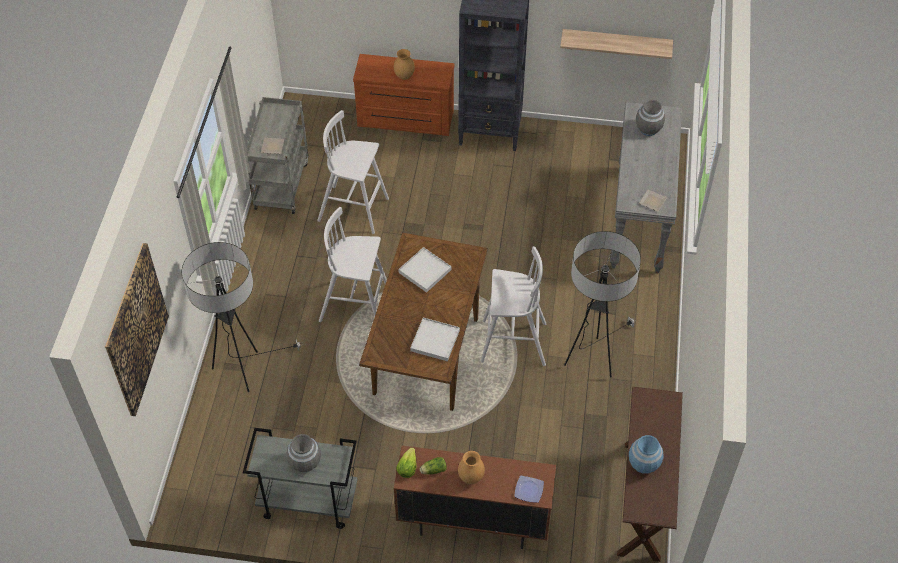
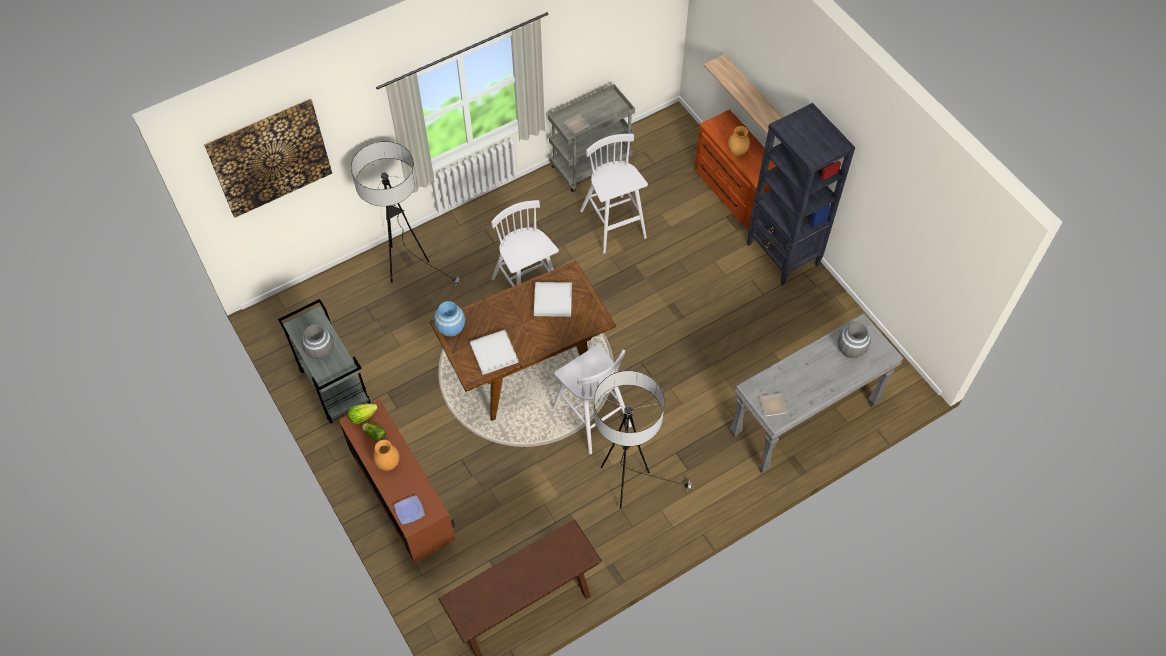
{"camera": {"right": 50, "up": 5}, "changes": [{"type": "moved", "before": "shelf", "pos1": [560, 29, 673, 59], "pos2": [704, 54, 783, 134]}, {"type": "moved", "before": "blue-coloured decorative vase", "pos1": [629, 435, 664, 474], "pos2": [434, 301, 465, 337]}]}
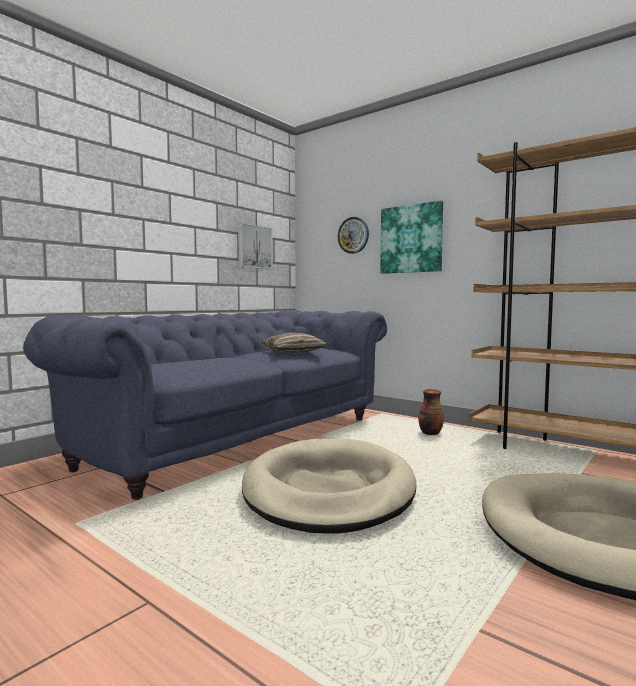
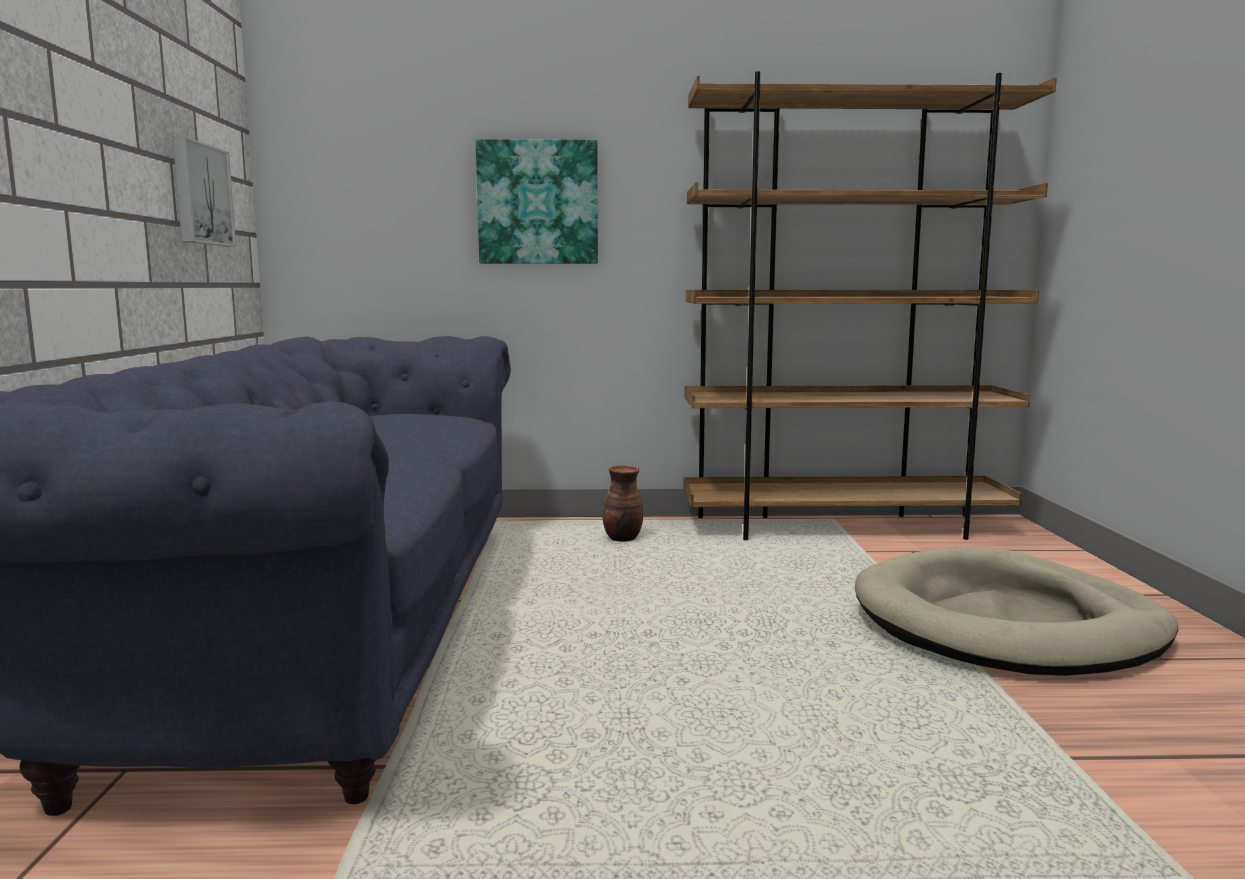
{"camera": {"right": -40, "up": 5}, "changes": [{"type": "removed", "before": "wall clock", "pos1": [338, 217, 369, 254]}, {"type": "removed", "before": "throw pillow", "pos1": [261, 332, 327, 353]}, {"type": "removed", "before": "beige dog bed", "pos1": [242, 439, 417, 534]}]}
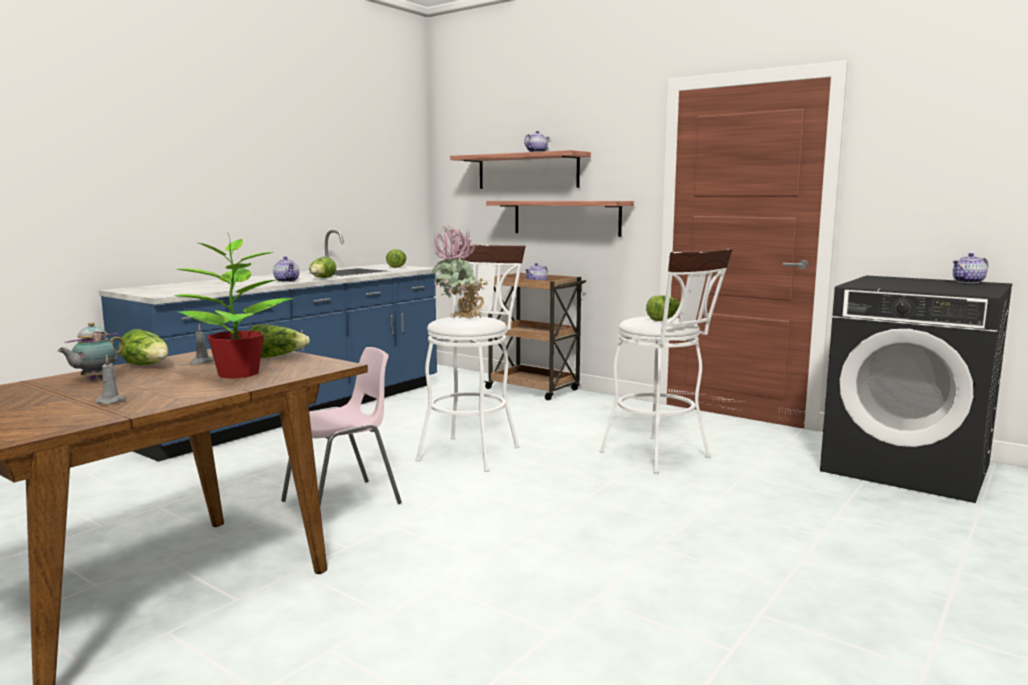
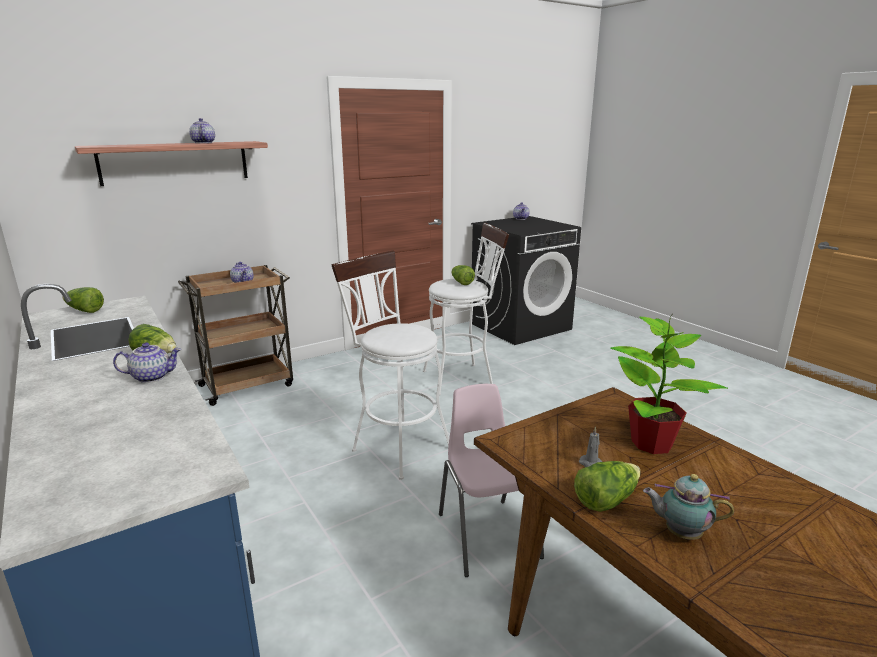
{"camera": {"right": -70, "up": 10}, "changes": [{"type": "removed", "before": "shelf", "pos1": [486, 201, 634, 237]}, {"type": "removed", "before": "plant in a pot", "pos1": [431, 226, 489, 319]}, {"type": "turned", "before": "teapot", "pos1": [57, 322, 125, 380], "pos2": [643, 474, 734, 540], "turn": 150}, {"type": "removed", "before": "lettuce", "pos1": [250, 324, 310, 358]}, {"type": "removed", "before": "grey wax light", "pos1": [96, 355, 126, 404]}]}
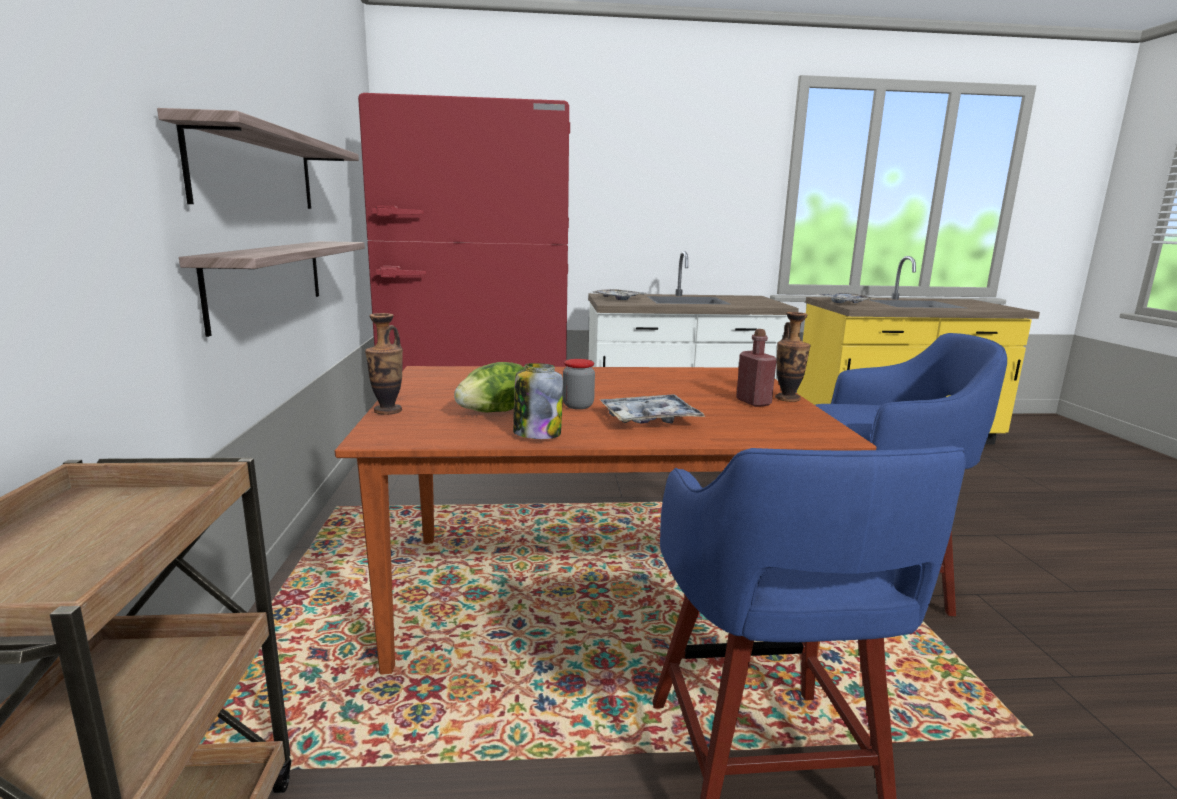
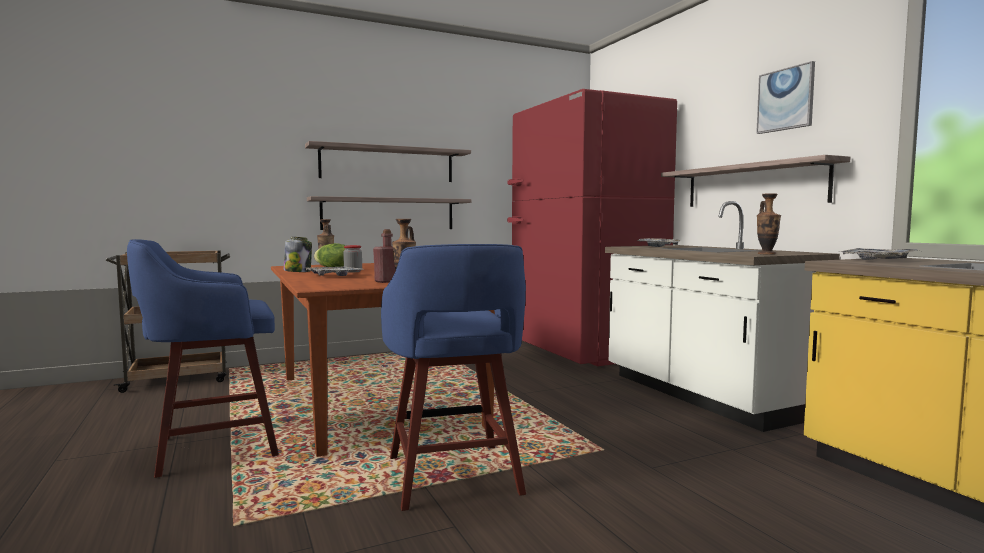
{"camera": {"right": 70, "up": -10}, "changes": [{"type": "added", "after": "picture", "pos2": [756, 61, 815, 134]}, {"type": "added", "after": "shelf", "pos2": [661, 155, 851, 207]}, {"type": "added", "after": "decorative vase", "pos2": [757, 193, 781, 255]}]}
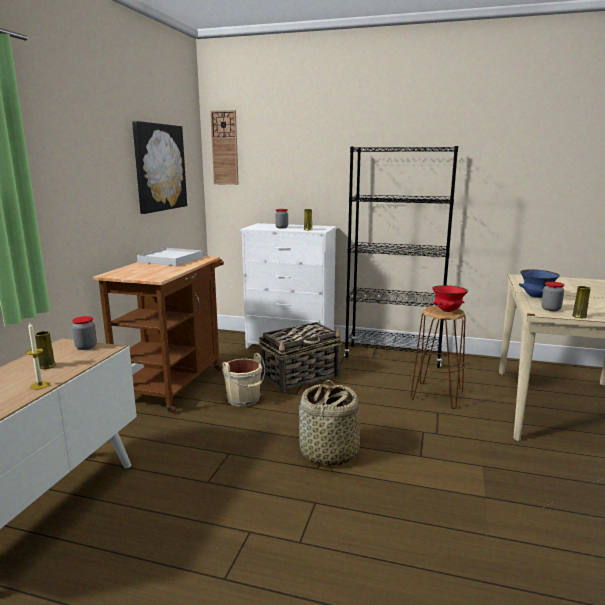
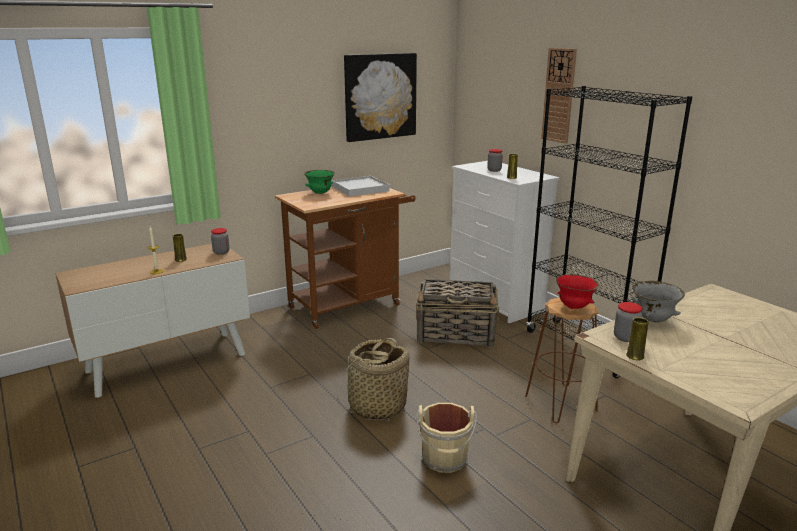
{"camera": {"right": 40, "up": 5}, "changes": [{"type": "moved", "before": "wall clock", "pos1": [210, 110, 238, 185], "pos2": [541, 48, 577, 144]}, {"type": "recoloured", "before": "blue-coloured bowl", "after": "grey bowl", "pos1": [519, 269, 560, 298], "pos2": [632, 281, 685, 322]}, {"type": "moved", "before": "beige water bucket", "pos1": [222, 353, 265, 407], "pos2": [416, 403, 477, 473]}, {"type": "added", "after": "greenish bowl", "pos2": [304, 170, 335, 194]}]}
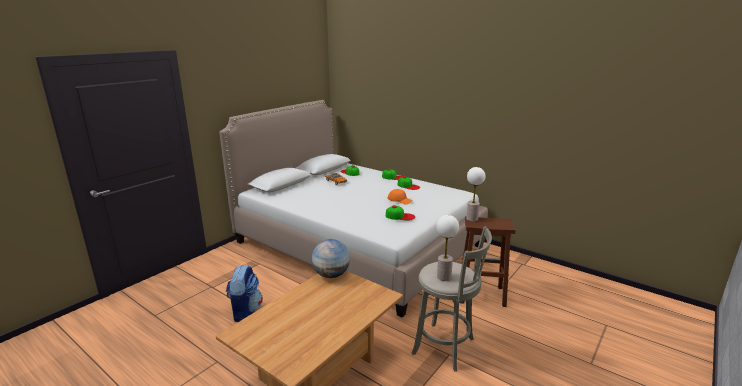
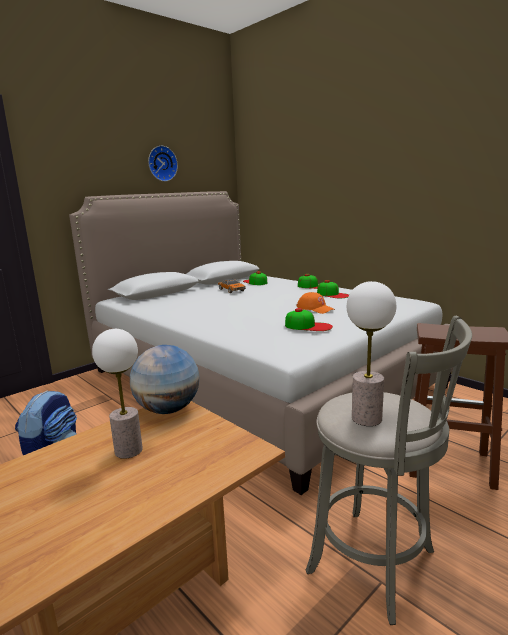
{"camera": {"right": 10, "up": -5}, "changes": [{"type": "moved", "before": "tabletop lamp", "pos1": [466, 167, 485, 222], "pos2": [92, 329, 143, 459]}, {"type": "added", "after": "wall clock", "pos2": [148, 146, 178, 181]}]}
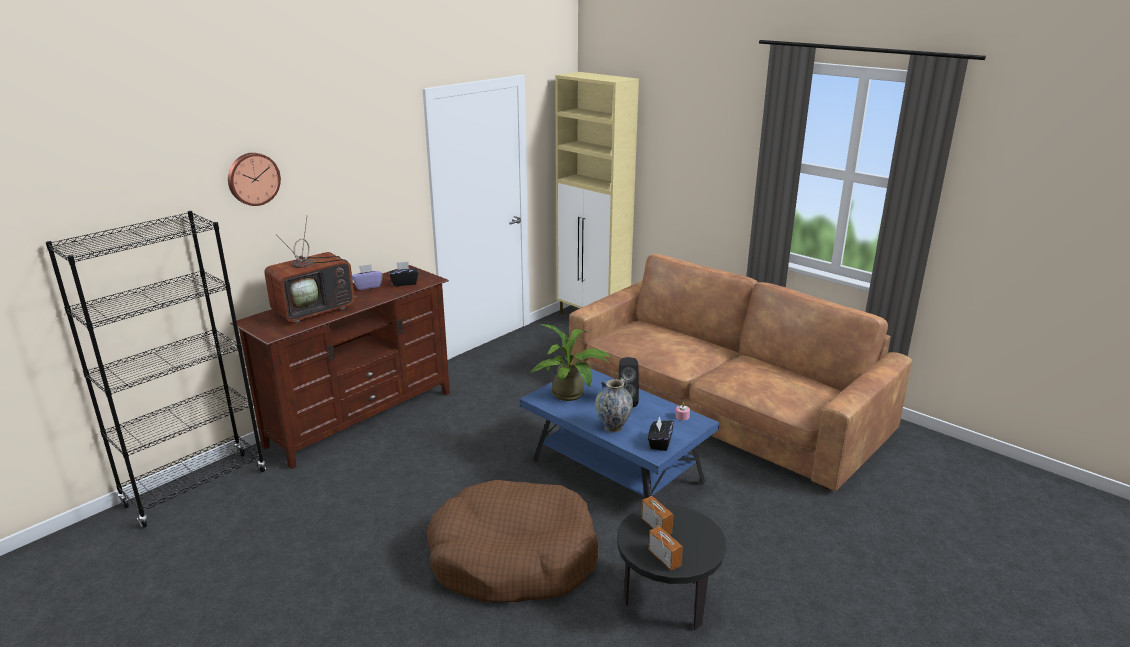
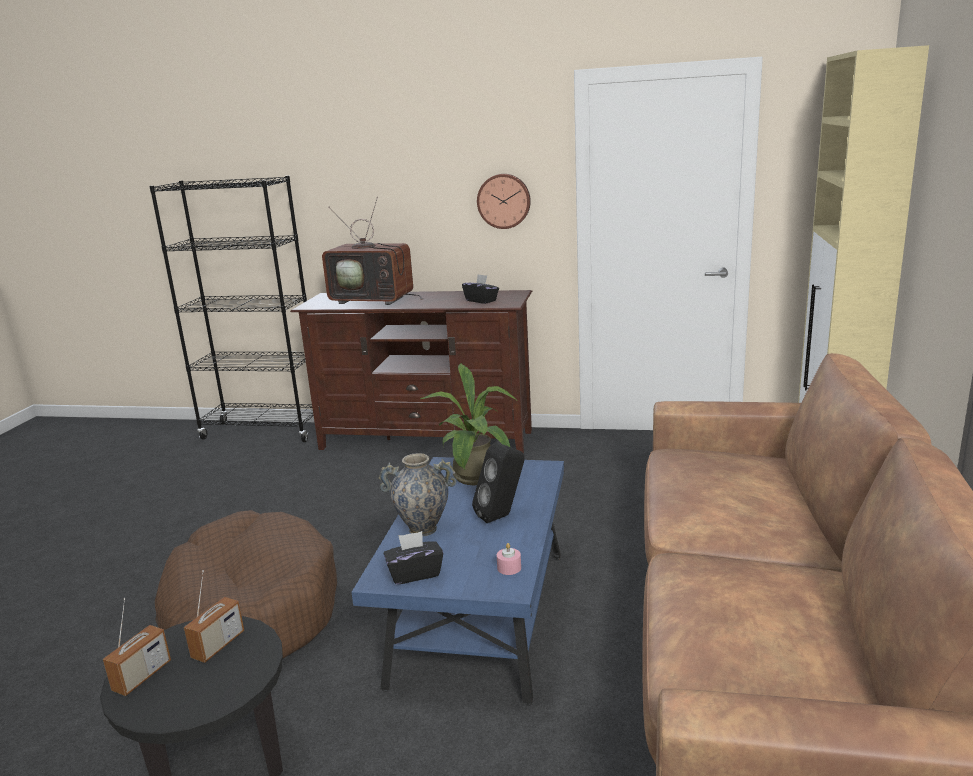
{"camera": {"right": 60, "up": -5}, "changes": [{"type": "moved", "before": "wall clock", "pos1": [228, 153, 281, 206], "pos2": [477, 174, 531, 229]}, {"type": "removed", "before": "purple-coloured box of tissues", "pos1": [352, 264, 383, 290]}]}
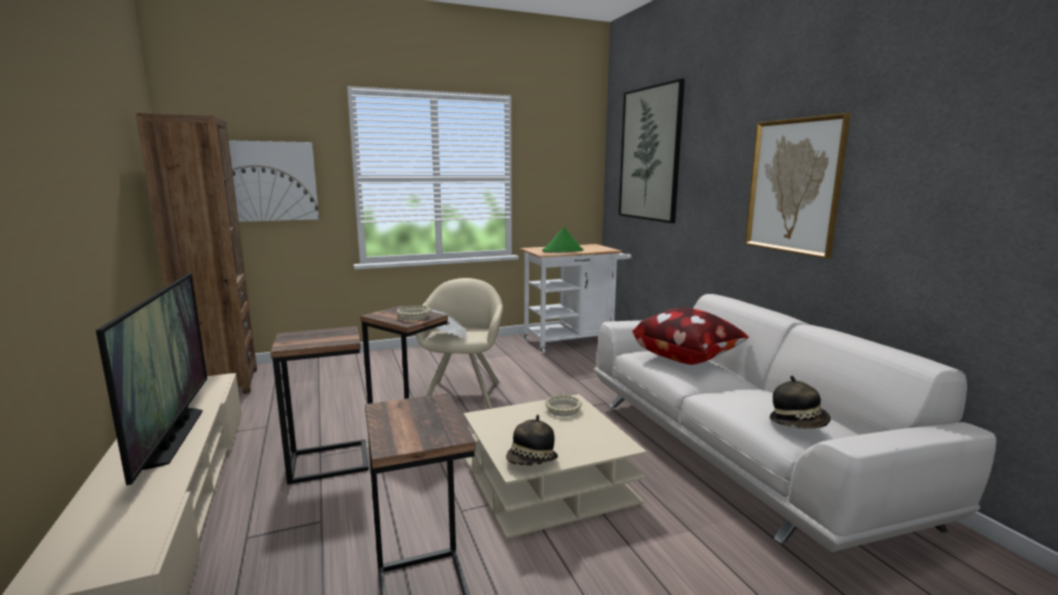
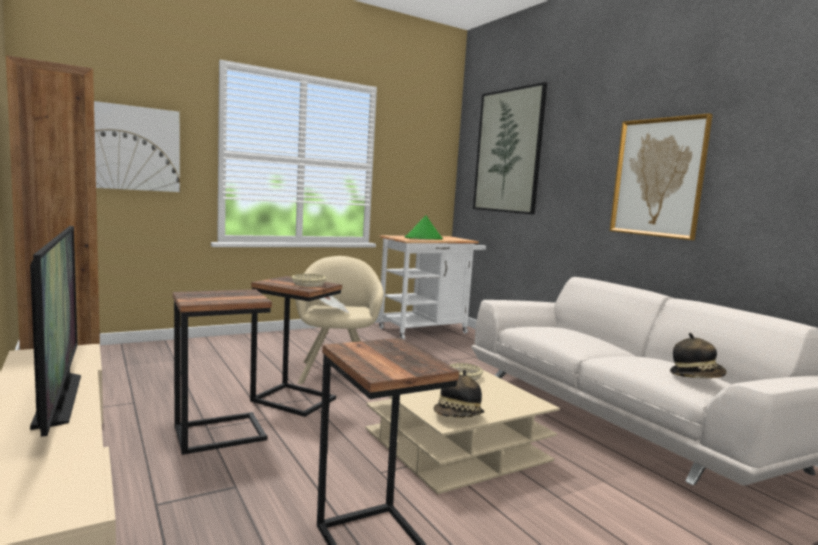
{"camera": {"right": -10, "up": -5}, "changes": [{"type": "removed", "before": "throw pillow", "pos1": [632, 308, 749, 365]}]}
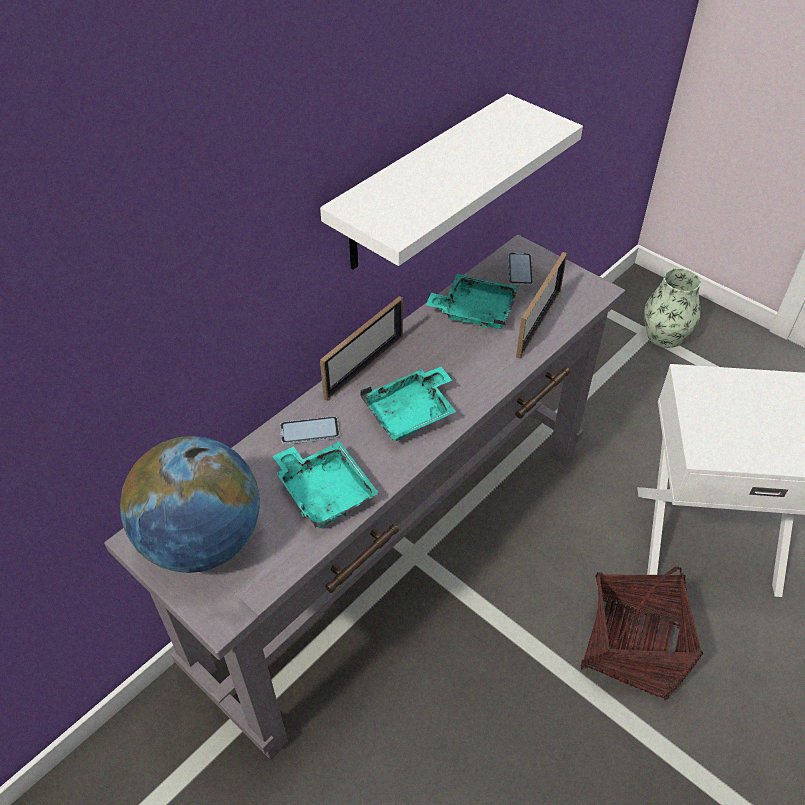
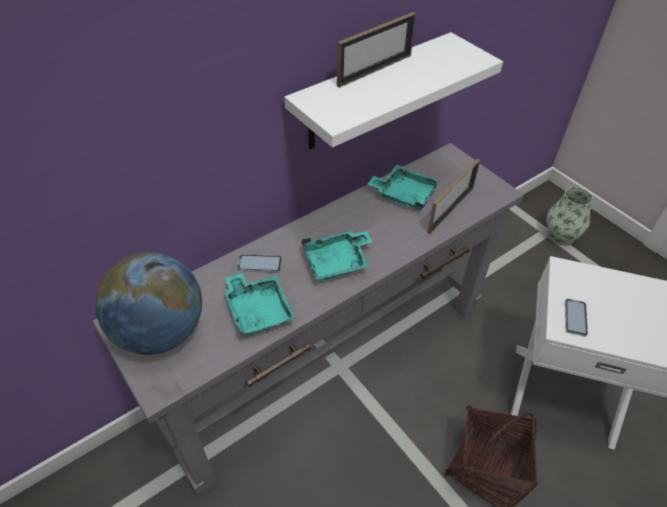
{"camera": {"right": 10, "up": 0}, "changes": [{"type": "moved", "before": "phone", "pos1": [508, 253, 533, 286], "pos2": [565, 299, 588, 336]}, {"type": "moved", "before": "picture frame", "pos1": [320, 296, 403, 401], "pos2": [337, 12, 416, 88]}]}
